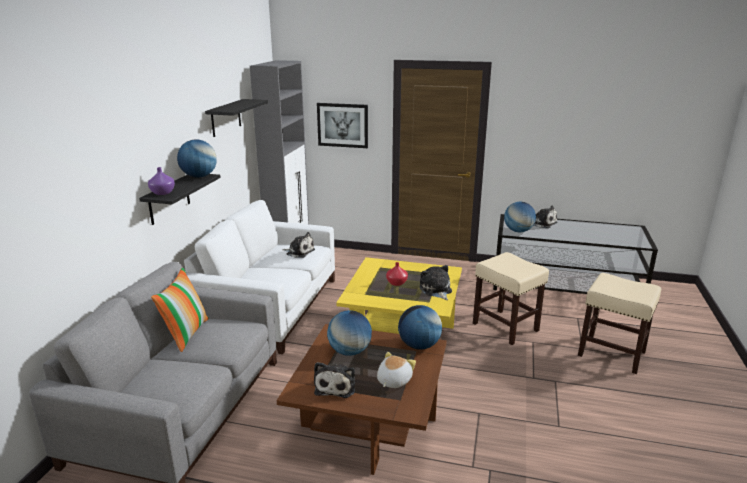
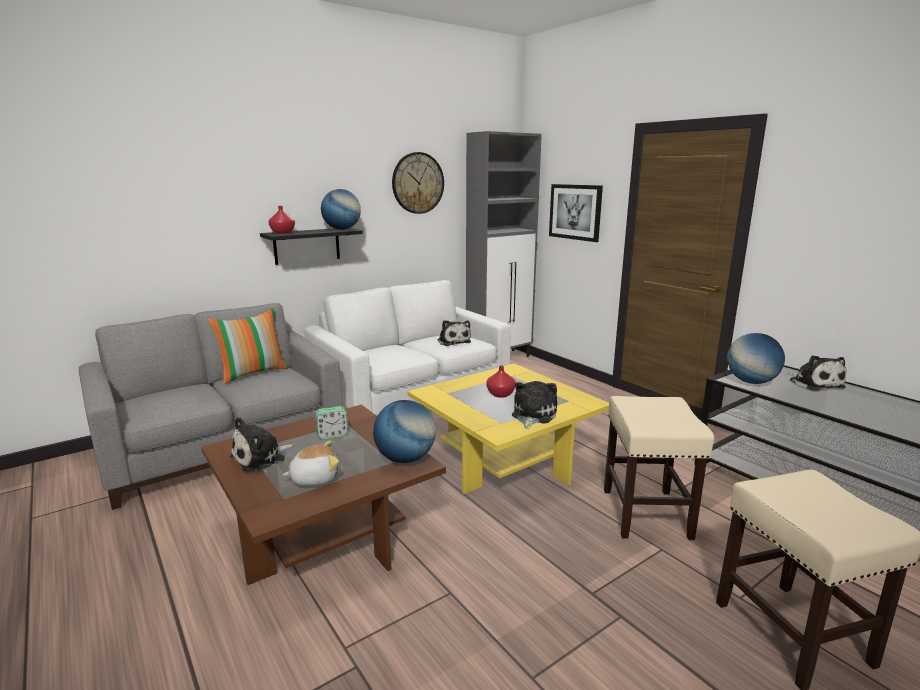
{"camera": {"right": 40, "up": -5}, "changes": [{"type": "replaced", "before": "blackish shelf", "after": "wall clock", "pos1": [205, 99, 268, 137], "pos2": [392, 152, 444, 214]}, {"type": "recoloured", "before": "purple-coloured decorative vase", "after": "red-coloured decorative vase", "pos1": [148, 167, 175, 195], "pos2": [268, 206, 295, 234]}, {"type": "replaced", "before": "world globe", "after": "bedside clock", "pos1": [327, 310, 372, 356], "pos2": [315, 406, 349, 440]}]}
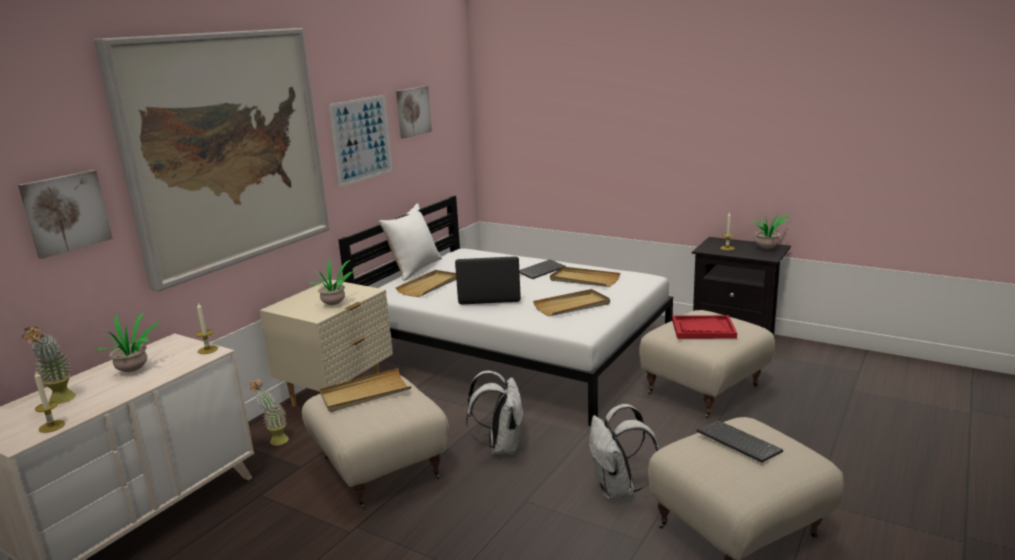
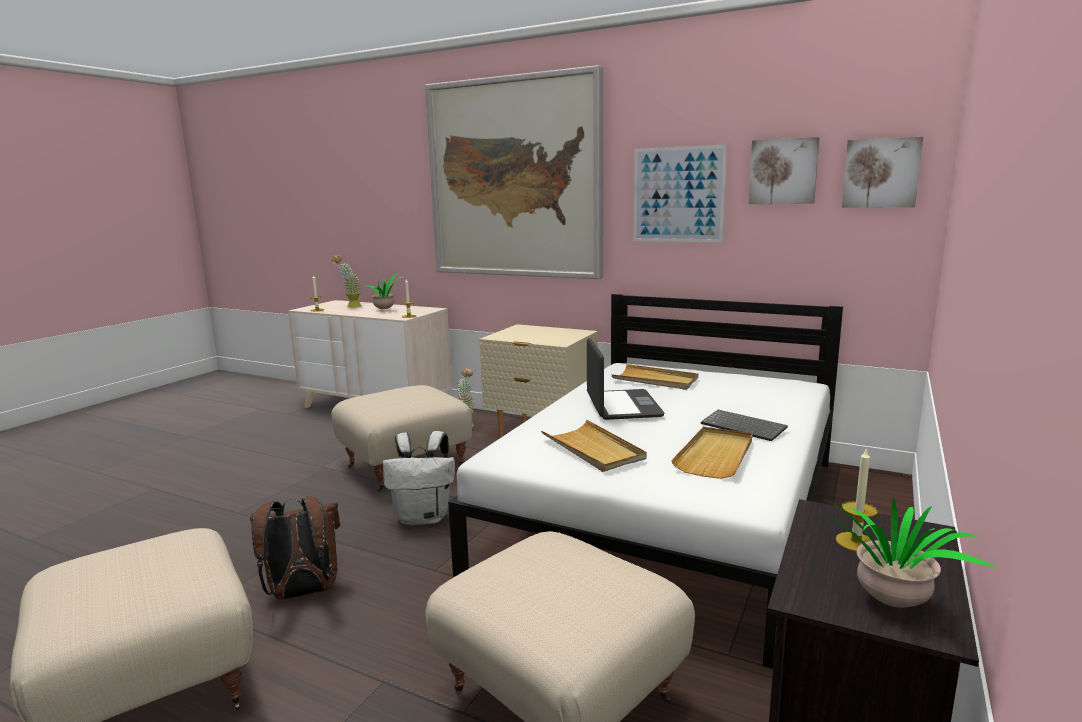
{"camera": {"right": 85, "up": -5}, "changes": [{"type": "moved", "before": "picture", "pos1": [18, 170, 113, 259], "pos2": [842, 137, 923, 208]}, {"type": "removed", "before": "white-coloured throw pillow", "pos1": [379, 203, 442, 281]}, {"type": "removed", "before": "plant in a pot", "pos1": [308, 258, 359, 305]}, {"type": "removed", "before": "red-coloured carrying tray", "pos1": [672, 315, 737, 339]}, {"type": "removed", "before": "beige carrying tray", "pos1": [320, 368, 411, 412]}, {"type": "recoloured", "before": "white-coloured backpack", "after": "brown-coloured backpack", "pos1": [589, 404, 659, 500], "pos2": [250, 496, 340, 600]}, {"type": "removed", "before": "PC keyboard", "pos1": [697, 420, 783, 463]}]}
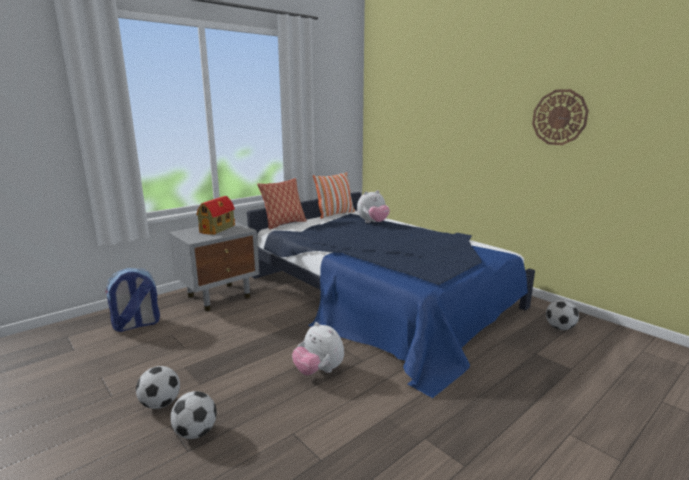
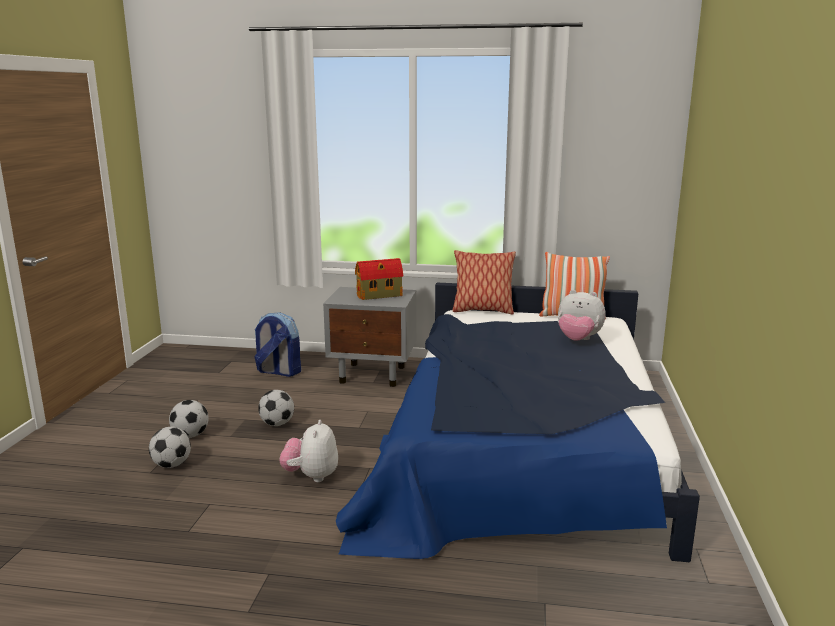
{"camera": {"right": 50, "up": 0}, "changes": [{"type": "removed", "before": "wall clock", "pos1": [532, 89, 589, 145]}, {"type": "moved", "before": "football", "pos1": [546, 300, 579, 330], "pos2": [258, 390, 294, 426]}]}
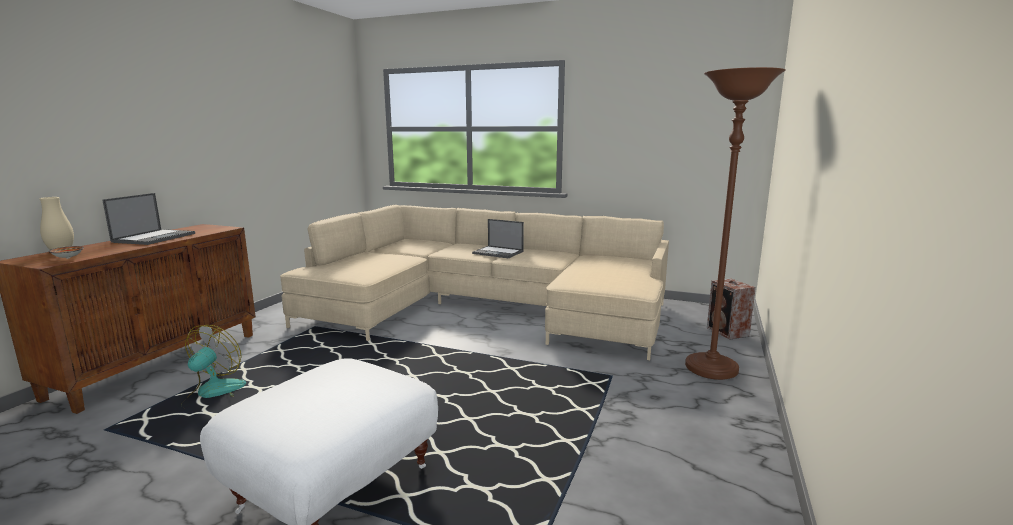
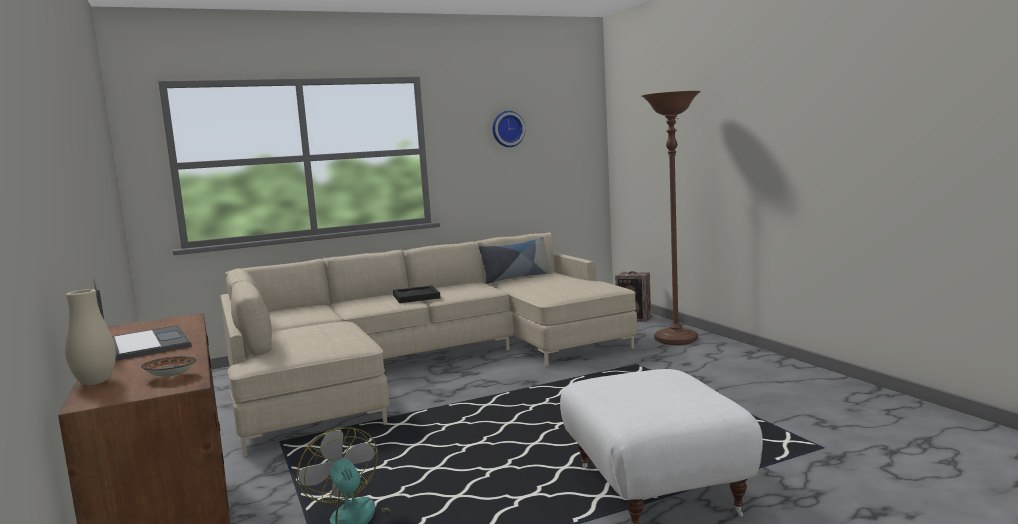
{"camera": {"right": -45, "up": -5}, "changes": [{"type": "replaced", "before": "notebook computer", "after": "blackish carrying tray", "pos1": [472, 219, 524, 259], "pos2": [393, 286, 440, 303]}, {"type": "added", "after": "wall clock", "pos2": [492, 111, 525, 147]}, {"type": "added", "after": "throw pillow", "pos2": [478, 237, 552, 284]}]}
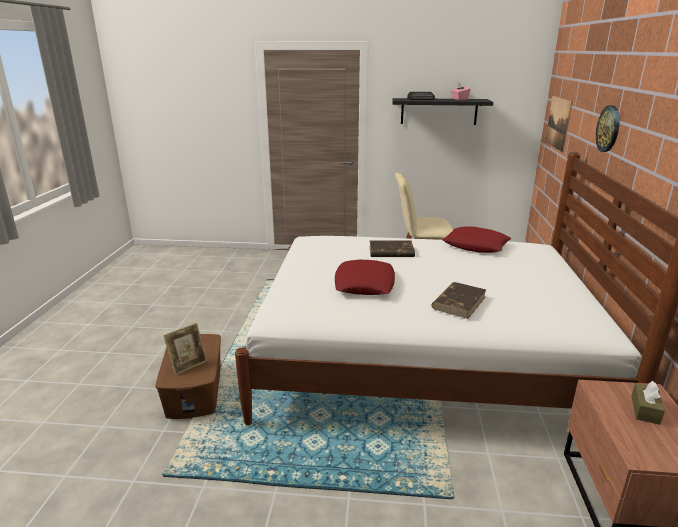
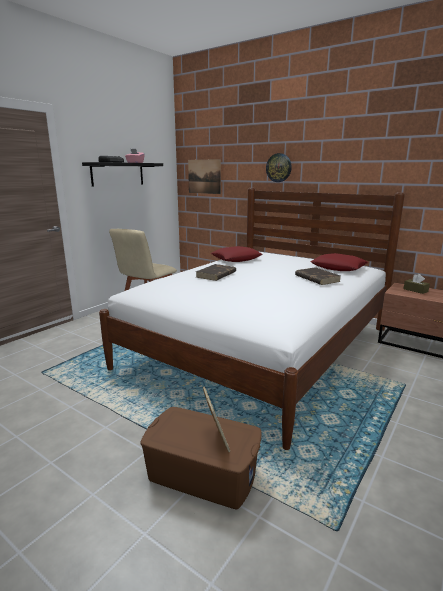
{"camera": {"right": -60, "up": -5}, "changes": [{"type": "moved", "before": "red-coloured throw pillow", "pos1": [335, 260, 395, 295], "pos2": [311, 253, 368, 271]}]}
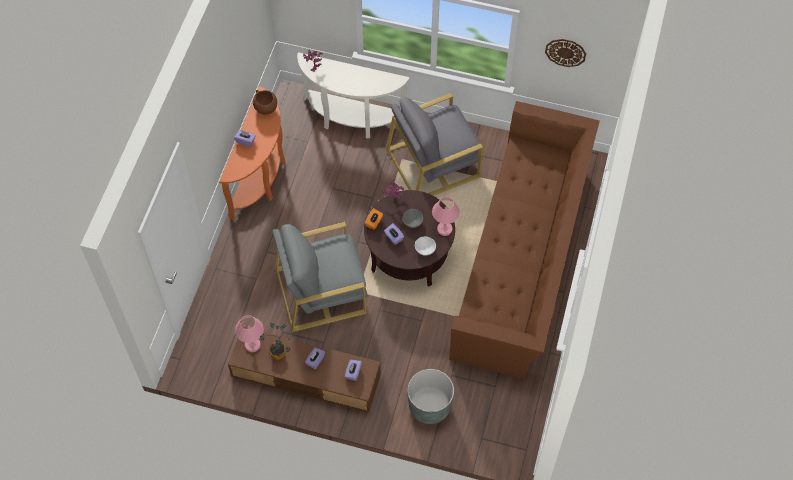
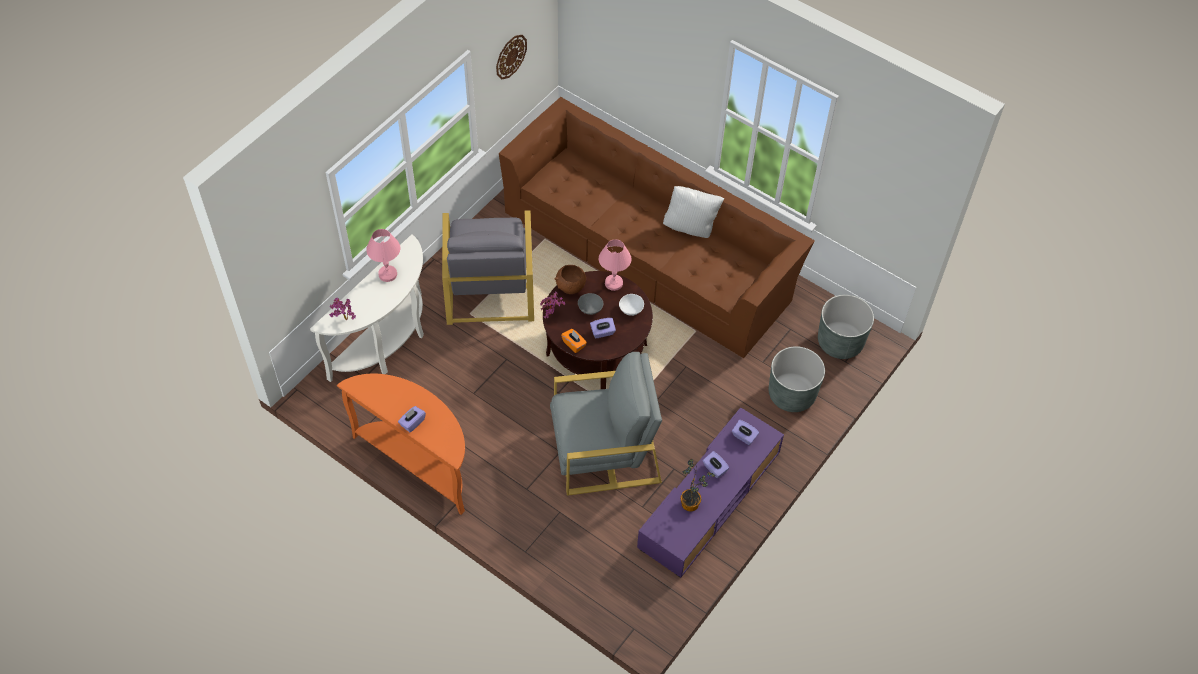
{"camera": {"right": -70, "up": -5}, "changes": [{"type": "moved", "before": "brown-coloured bowl", "pos1": [253, 90, 277, 115], "pos2": [555, 265, 586, 294]}, {"type": "turned", "before": "grey armchair", "pos1": [272, 222, 368, 332], "pos2": [550, 352, 662, 496], "turn": -105}, {"type": "moved", "before": "pinkish tabletop lamp", "pos1": [235, 315, 264, 352], "pos2": [366, 229, 400, 282]}, {"type": "recoloured", "before": "brown-coloured tv unit", "after": "purple-coloured tv unit", "pos1": [228, 326, 381, 413], "pos2": [637, 407, 784, 578]}, {"type": "added", "after": "white-coloured throw pillow", "pos2": [663, 186, 724, 238]}, {"type": "added", "after": "grey planter", "pos2": [818, 295, 874, 359]}]}
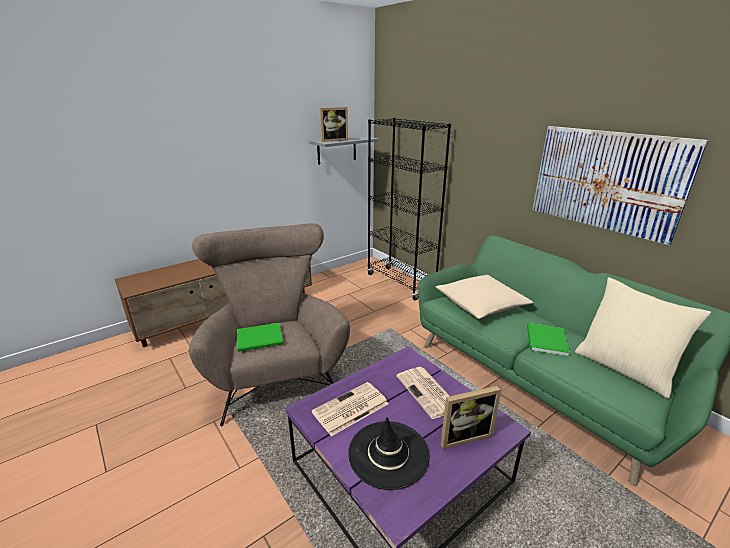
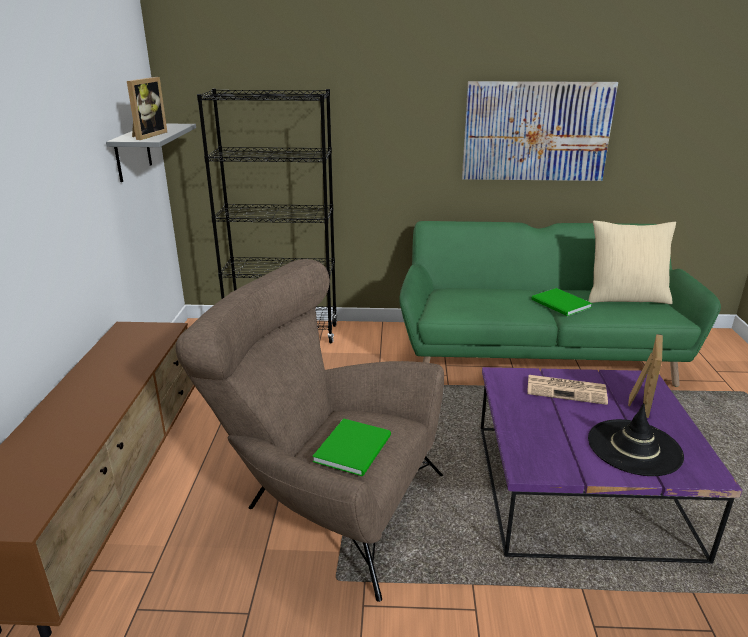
{"camera": {"right": -50, "up": 0}, "changes": [{"type": "removed", "before": "beige throw pillow", "pos1": [436, 275, 533, 319]}, {"type": "removed", "before": "printed paper", "pos1": [312, 382, 388, 436]}]}
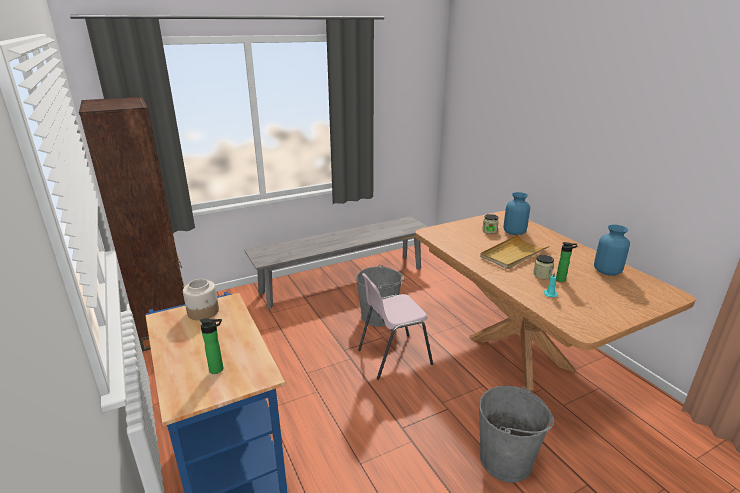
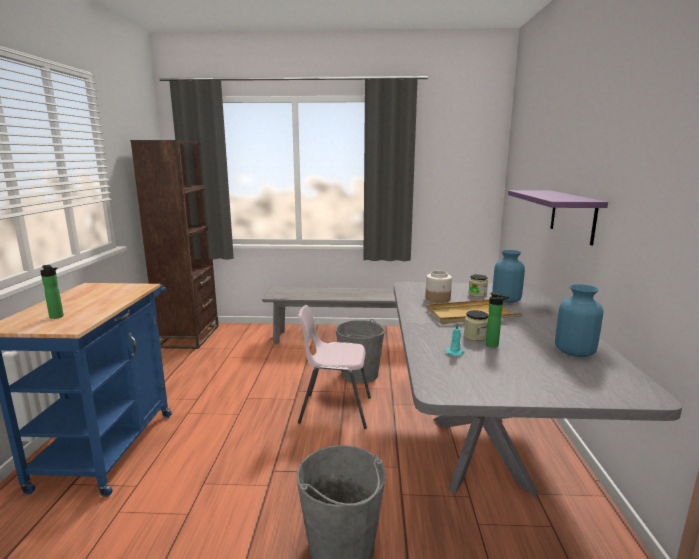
{"camera": {"right": 30, "up": -10}, "changes": [{"type": "recoloured", "before": "brown-coloured dining table", "after": "grey dining table", "pos1": [415, 211, 695, 391], "pos2": [394, 282, 682, 497]}, {"type": "moved", "before": "jar", "pos1": [183, 279, 219, 320], "pos2": [425, 271, 452, 303]}, {"type": "added", "after": "purple-coloured shelf", "pos2": [508, 190, 608, 245]}]}
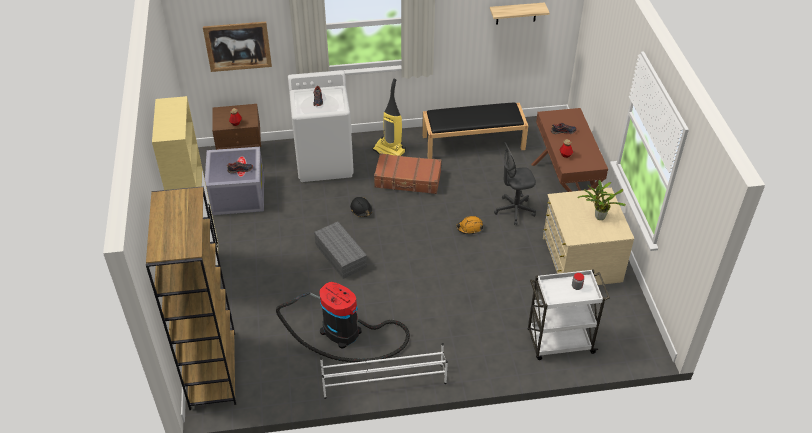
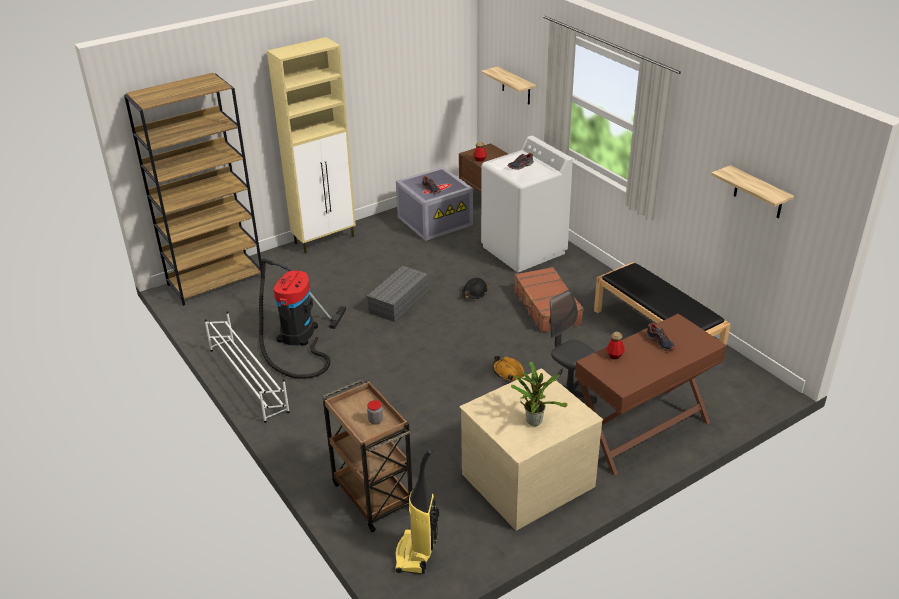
{"camera": {"right": 65, "up": -10}, "changes": [{"type": "replaced", "before": "picture", "after": "shelf", "pos1": [203, 22, 272, 72], "pos2": [481, 66, 536, 104]}, {"type": "moved", "before": "hoover", "pos1": [372, 79, 406, 156], "pos2": [395, 448, 439, 574]}, {"type": "recoloured", "before": "white-coloured cart", "after": "brown-coloured cart", "pos1": [528, 269, 610, 360], "pos2": [323, 379, 413, 532]}]}
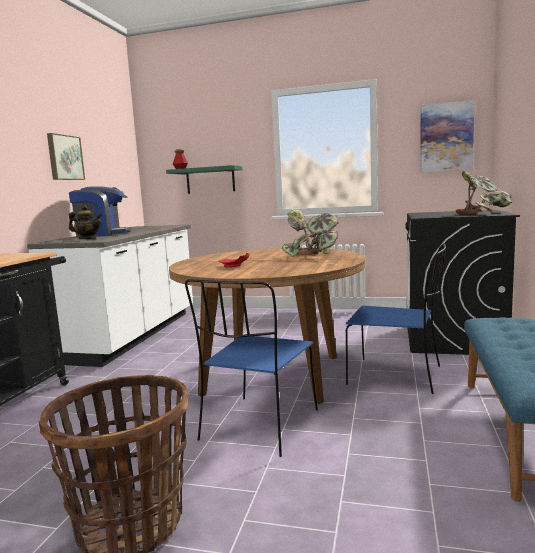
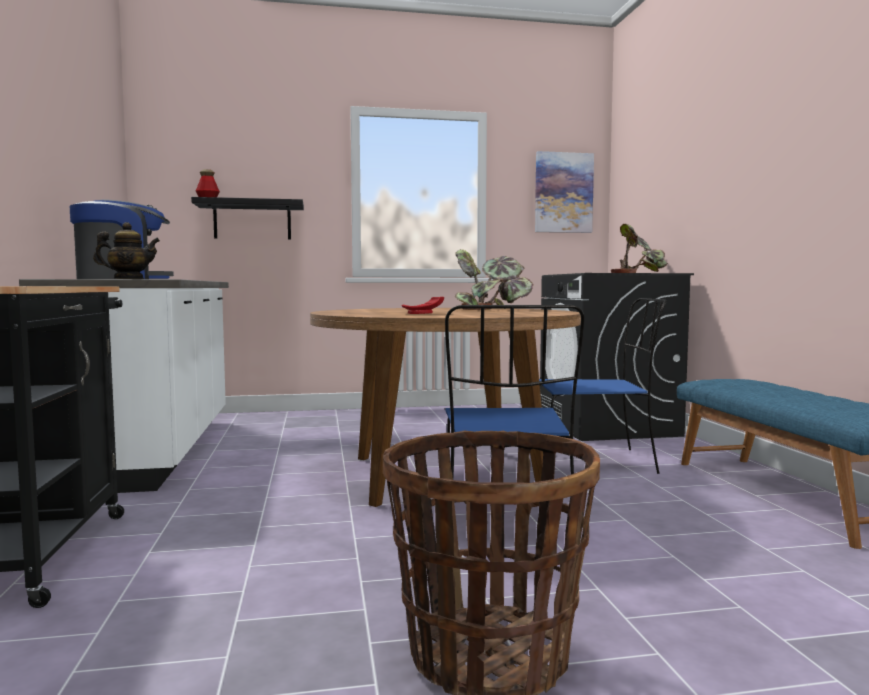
{"camera": {"right": -25, "up": -5}, "changes": [{"type": "removed", "before": "picture", "pos1": [47, 133, 85, 180]}, {"type": "recoloured", "before": "greenish shelf", "after": "blackish shelf", "pos1": [166, 165, 242, 194], "pos2": [191, 197, 304, 240]}]}
